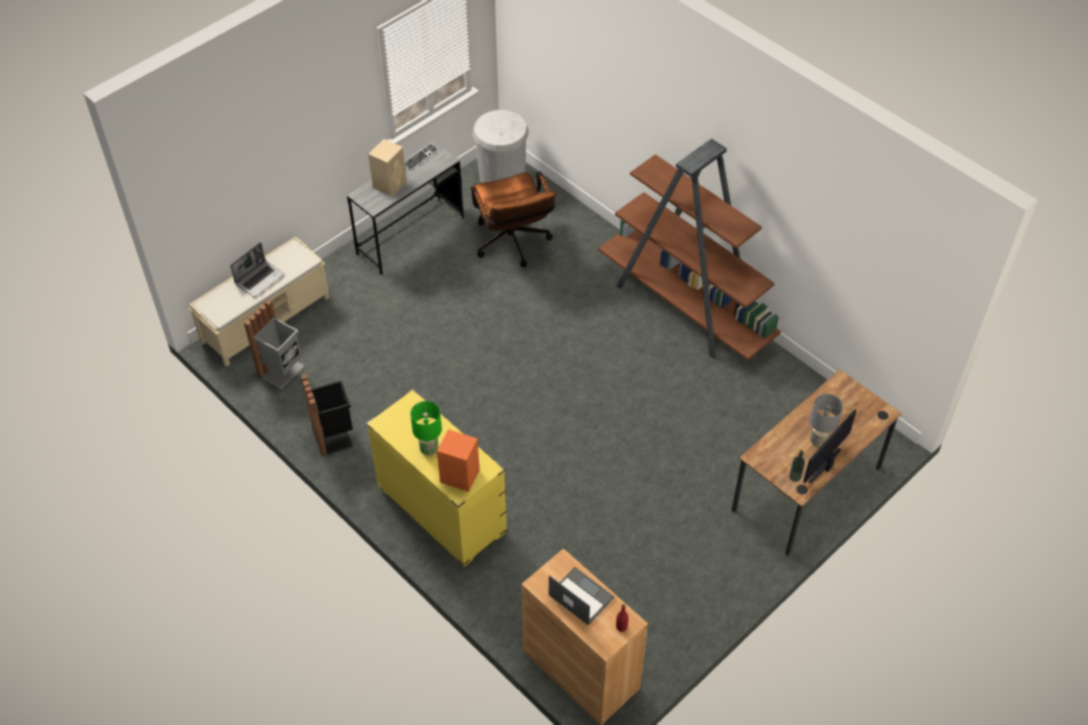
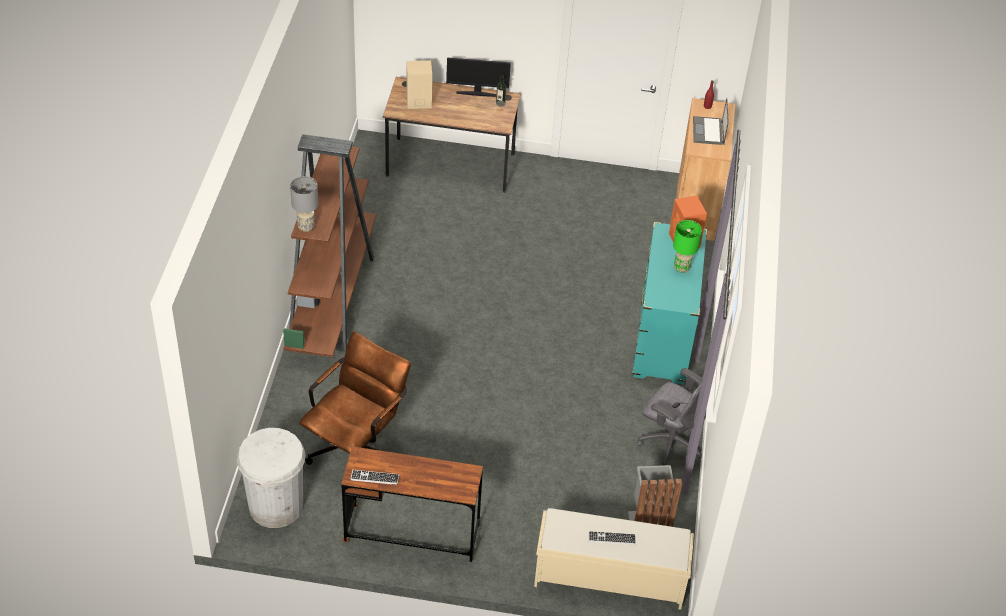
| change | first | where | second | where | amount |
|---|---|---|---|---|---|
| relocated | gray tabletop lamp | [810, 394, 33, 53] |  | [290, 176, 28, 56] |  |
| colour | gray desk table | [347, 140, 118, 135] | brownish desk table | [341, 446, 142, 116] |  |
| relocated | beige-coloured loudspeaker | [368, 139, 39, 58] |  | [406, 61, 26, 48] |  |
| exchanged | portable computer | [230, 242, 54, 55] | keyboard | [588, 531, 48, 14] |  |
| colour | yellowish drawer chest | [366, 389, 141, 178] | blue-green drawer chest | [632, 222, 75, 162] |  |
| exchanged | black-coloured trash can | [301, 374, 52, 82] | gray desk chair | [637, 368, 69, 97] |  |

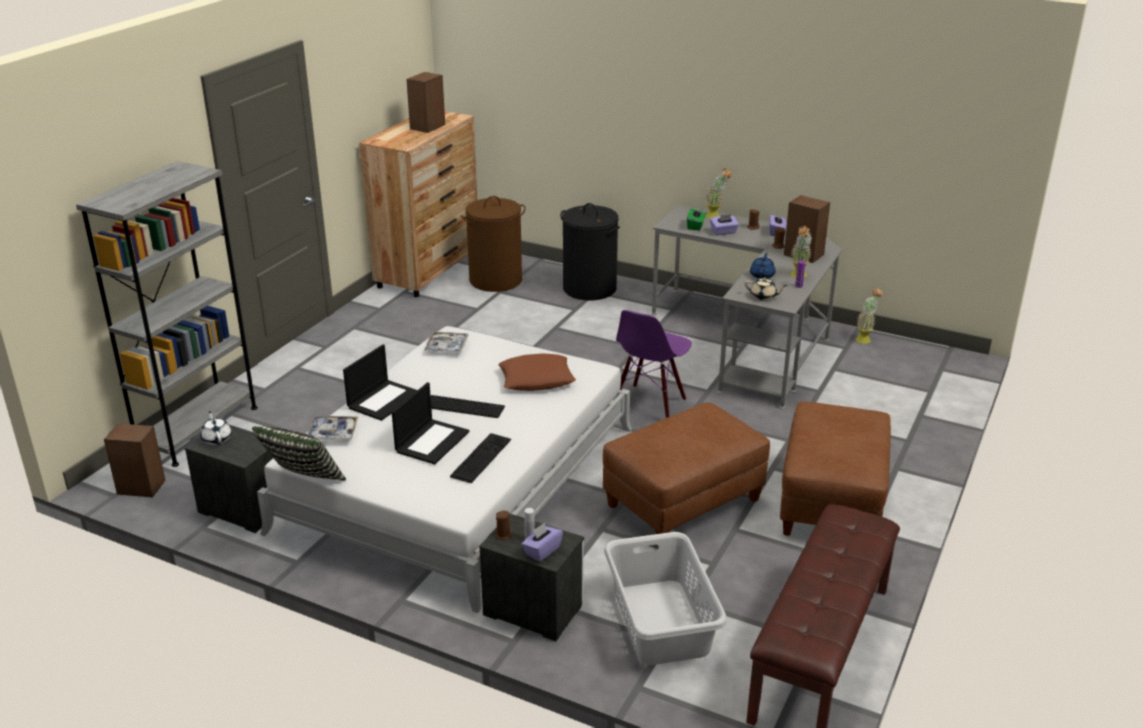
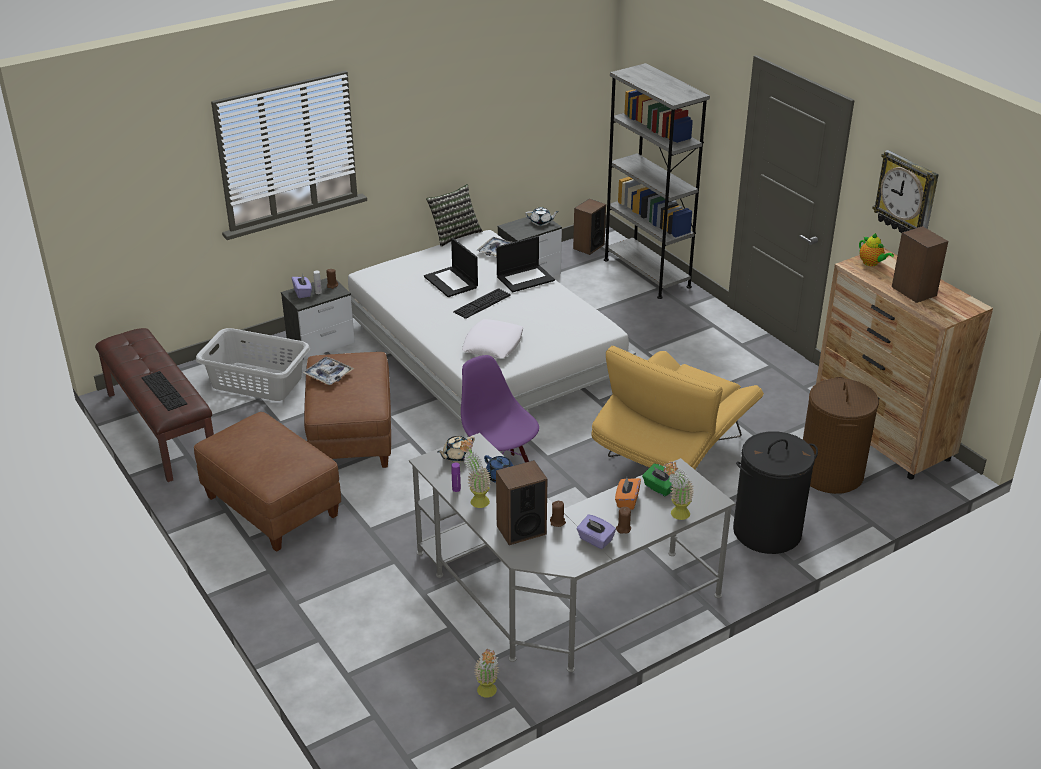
| change | first | where | second | where | amount |
|---|---|---|---|---|---|
| relocated | keyboard | [450, 433, 61, 50] |  | [141, 371, 46, 40] |  |
| relocated | carrying tray | [424, 331, 44, 22] |  | [302, 357, 52, 28] |  |
| colour | brownish cushion | [498, 353, 78, 38] | white cushion | [462, 319, 61, 39] |  |
| spun | portable computer | [343, 344, 74, 77] |  | [496, 236, 59, 56] | 90 degrees counterclockwise |
| appeared |  |  | yellowish lounge chair | [592, 346, 172, 123] |  |
| colour | purple-coloured box of tissues | [710, 215, 29, 20] | orange box of tissues | [615, 477, 26, 33] |  |
| appeared |  |  | pot for tea | [859, 233, 35, 33] |  |
| appeared |  |  | clock on the wall | [872, 150, 67, 83] |  |

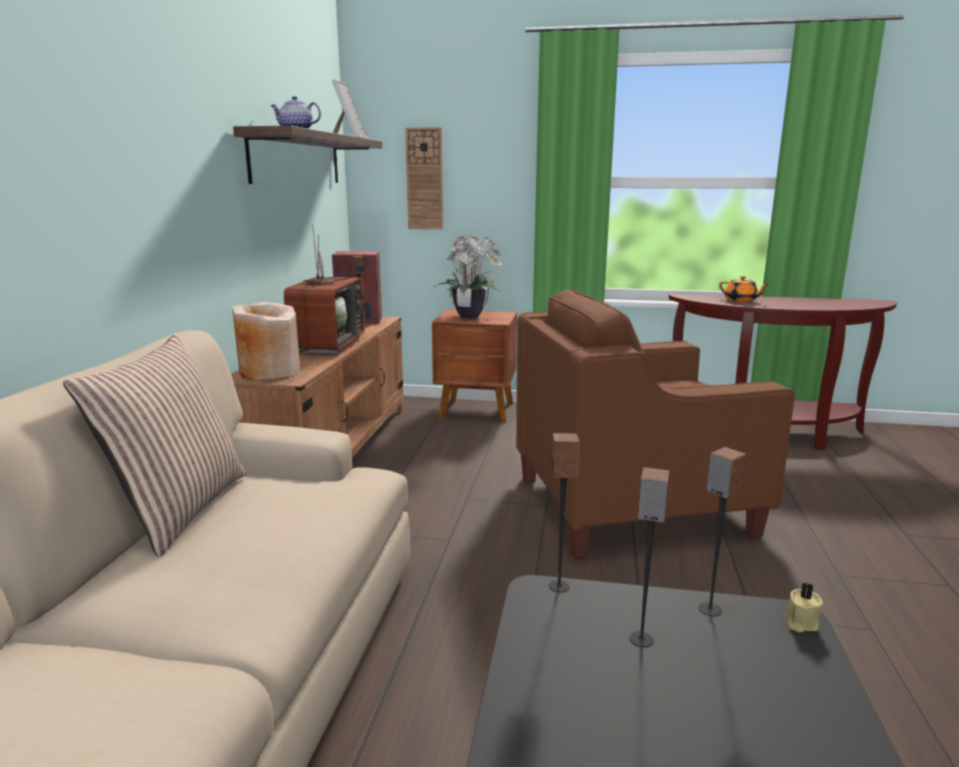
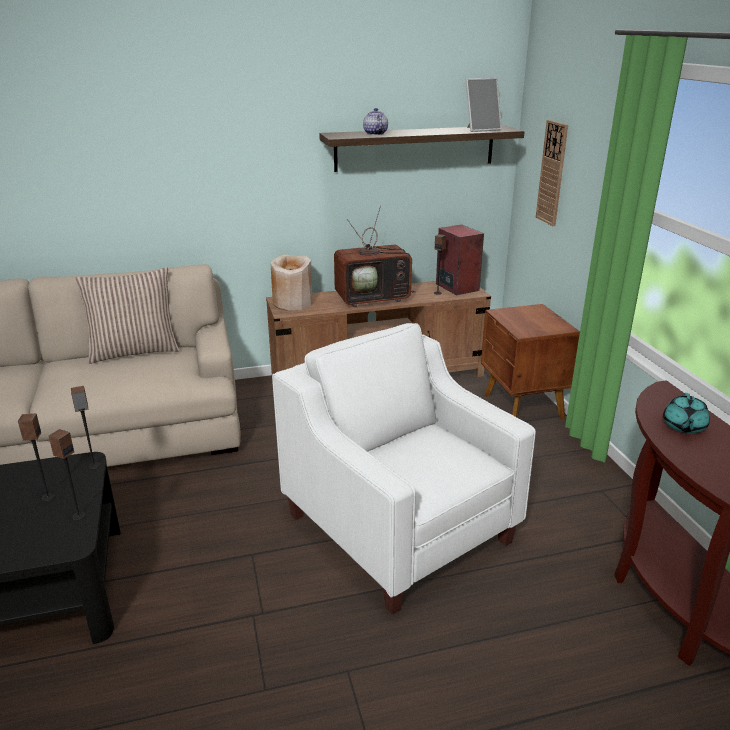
| change | first | where | second | where | amount |
|---|---|---|---|---|---|
| colour | brownish lounge chair | [516, 288, 279, 271] | white lounge chair | [272, 323, 264, 292] |  |
| colour | orange pot for tea | [719, 276, 51, 26] | blue-green pot for tea | [663, 393, 47, 41] |  |
| missing | plant in a pot | [431, 233, 71, 86] |  |  |  |
| missing | beige-coloured wax candle | [785, 583, 38, 50] |  |  |  |

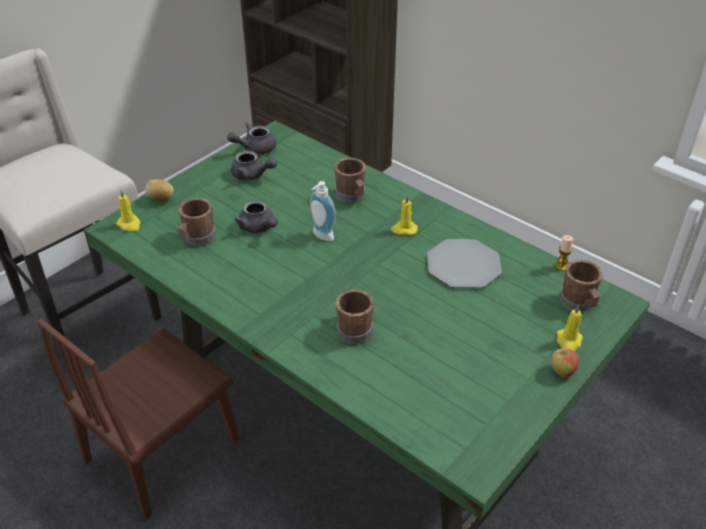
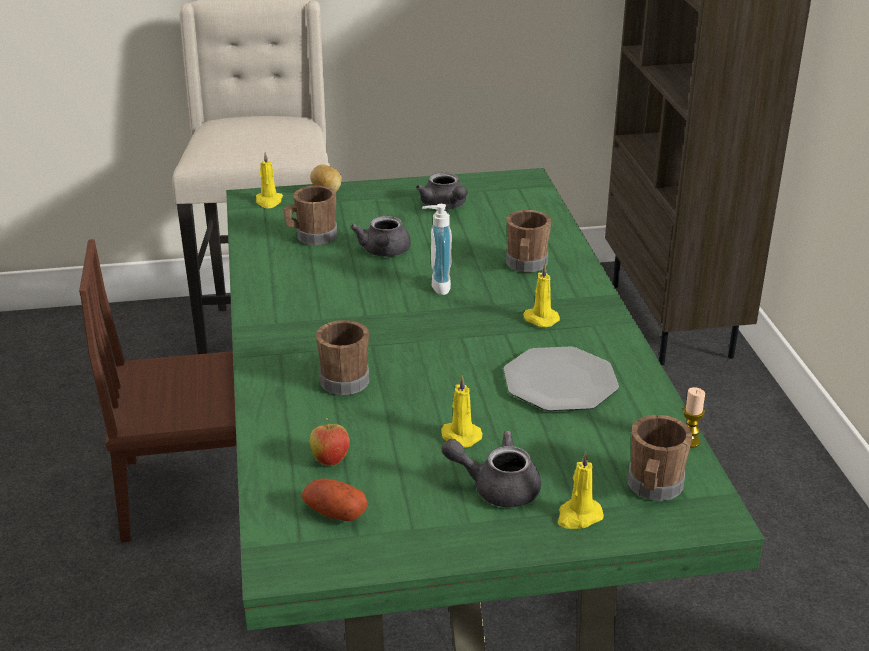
| change | first | where | second | where | amount |
|---|---|---|---|---|---|
| appeared |  |  | potato | [302, 479, 66, 42] |  |
| relocated | whole apple | [551, 348, 28, 29] |  | [309, 418, 41, 47] |  |
| appeared |  |  | yellowish wax candle | [441, 376, 41, 72] |  |
| relocated | gray pot for tea | [227, 122, 49, 32] |  | [442, 431, 99, 76] |  |

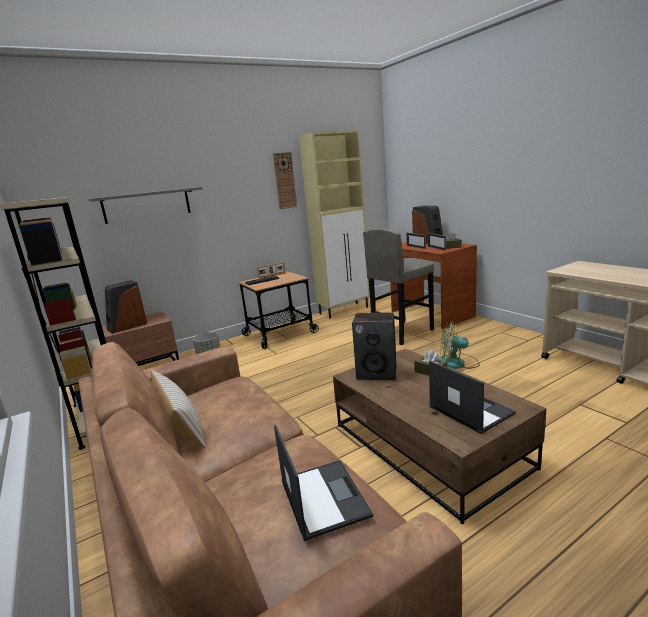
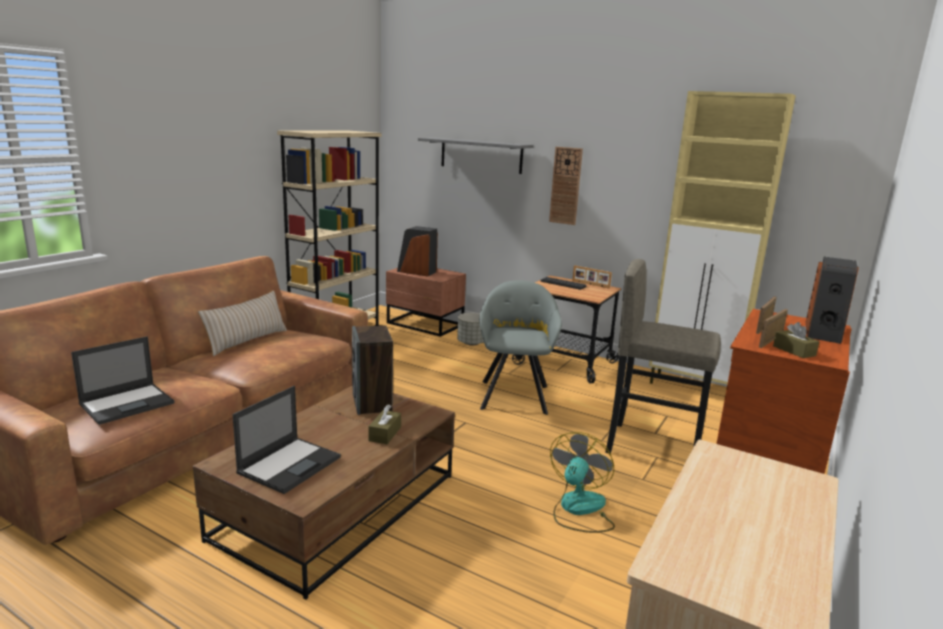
| change | first | where | second | where | amount |
|---|---|---|---|---|---|
| appeared |  |  | gray lounge chair | [479, 280, 83, 135] |  |
| relocated | clock on the wall | [273, 152, 25, 57] |  | [549, 147, 34, 78] |  |
| spun | cooling fan | [438, 321, 42, 48] |  | [550, 432, 65, 101] | 45 degrees clockwise |

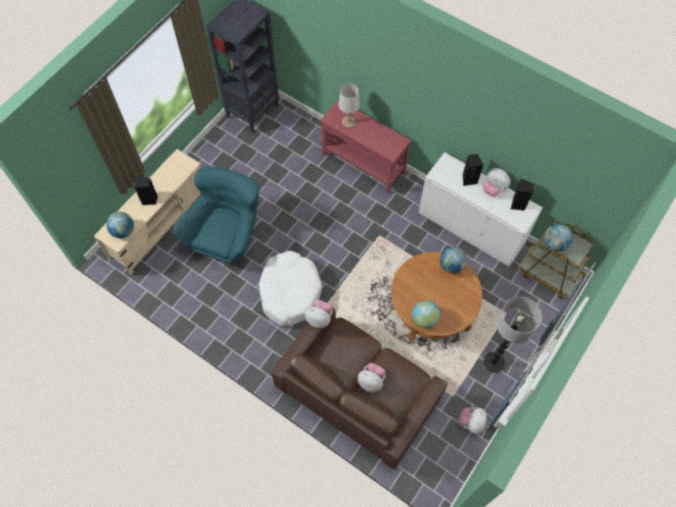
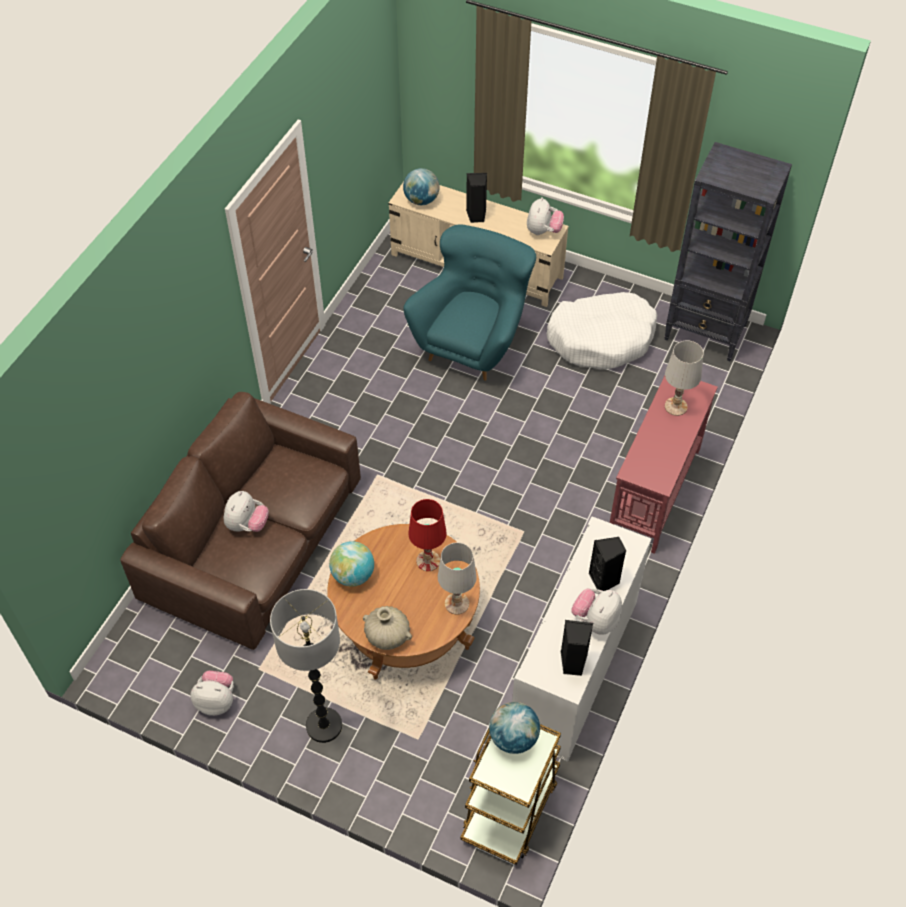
| change | first | where | second | where | amount |
|---|---|---|---|---|---|
| appeared |  |  | beige-coloured flower vase | [363, 606, 49, 44] |  |
| spun | blue-green lounge chair | [173, 166, 87, 100] |  | [403, 224, 133, 157] | 75 degrees counterclockwise |
| appeared |  |  | red tabletop lamp | [408, 499, 39, 72] |  |
| exchanged | globe | [440, 247, 27, 27] | white tabletop lamp | [438, 542, 39, 73] |  |
| relocated | plush toy | [305, 300, 28, 28] |  | [527, 197, 37, 38] |  |
| relocated | white pet bed | [259, 250, 63, 76] |  | [546, 292, 111, 78] |  |

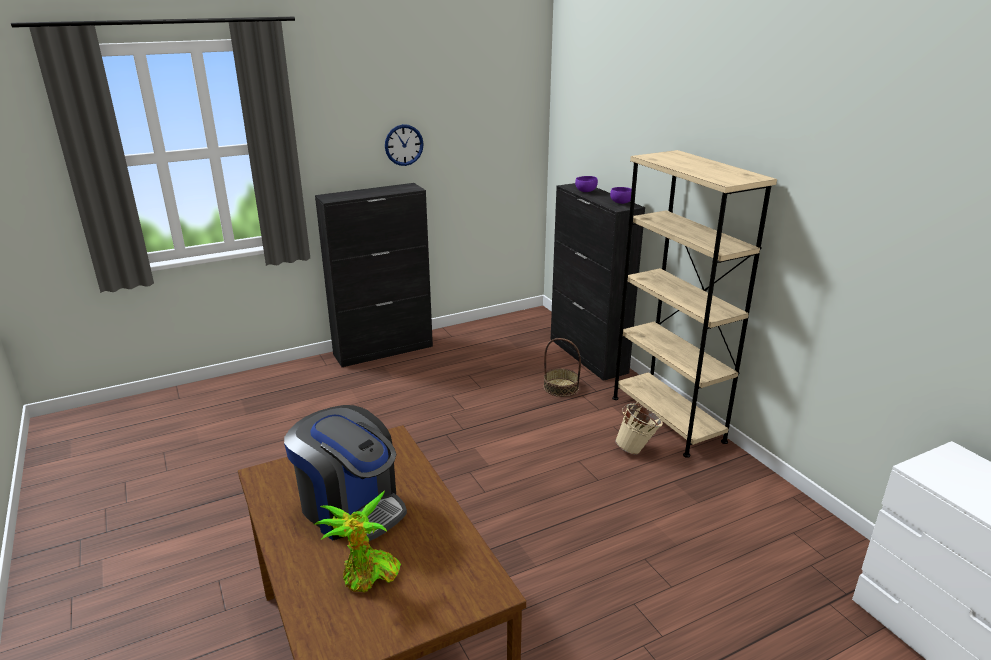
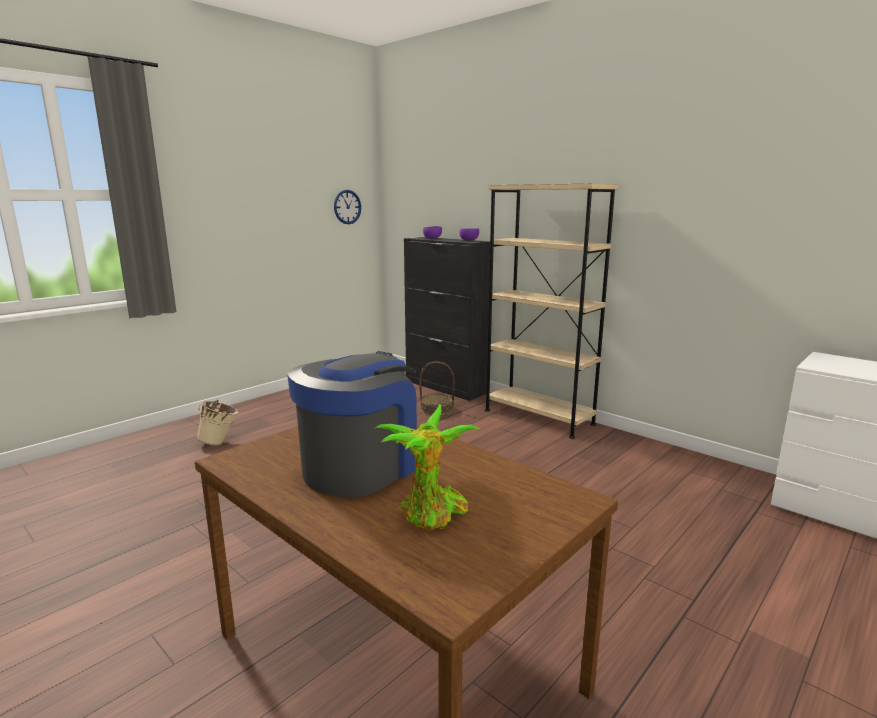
| change | first | where | second | where | amount |
|---|---|---|---|---|---|
| relocated | beige-coloured pail | [615, 402, 48, 53] |  | [197, 400, 42, 45] |  |
| spun | coffee machine | [284, 405, 123, 136] |  | [287, 351, 130, 146] | 75 degrees counterclockwise |
| relocated | clock on the wall | [385, 124, 39, 42] |  | [334, 190, 27, 34] |  |
| missing | black-coloured storage cabinet | [315, 183, 118, 184] |  |  |  |

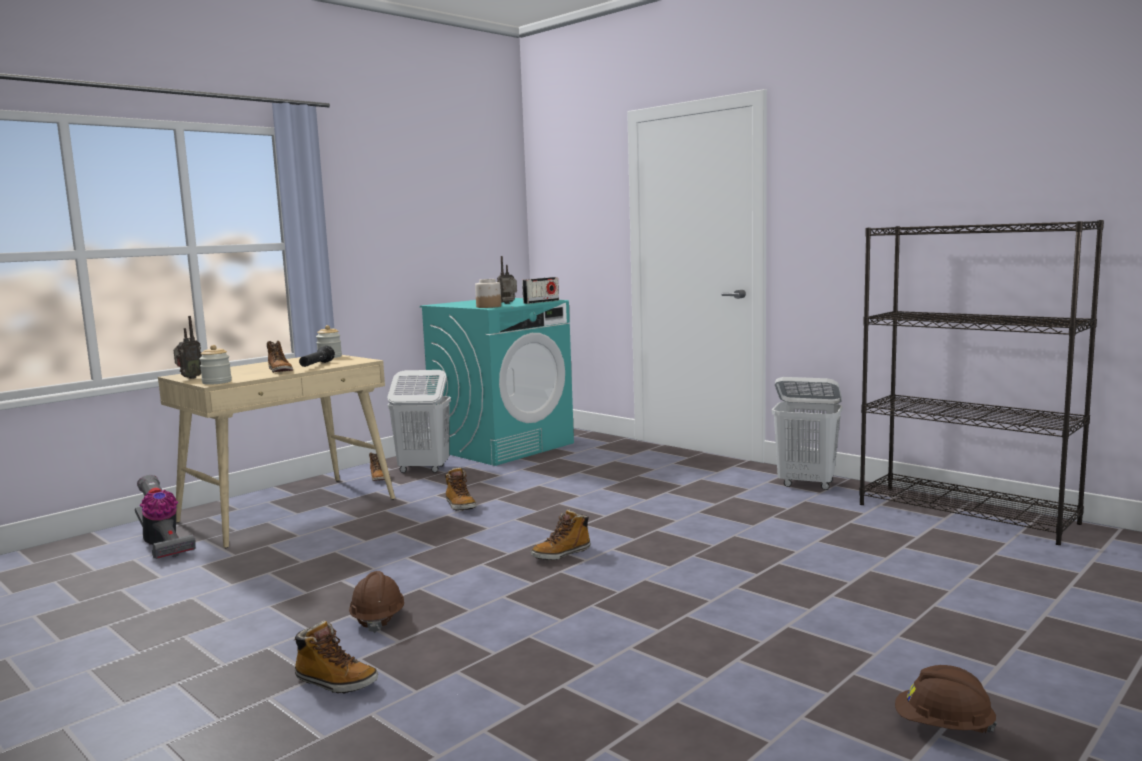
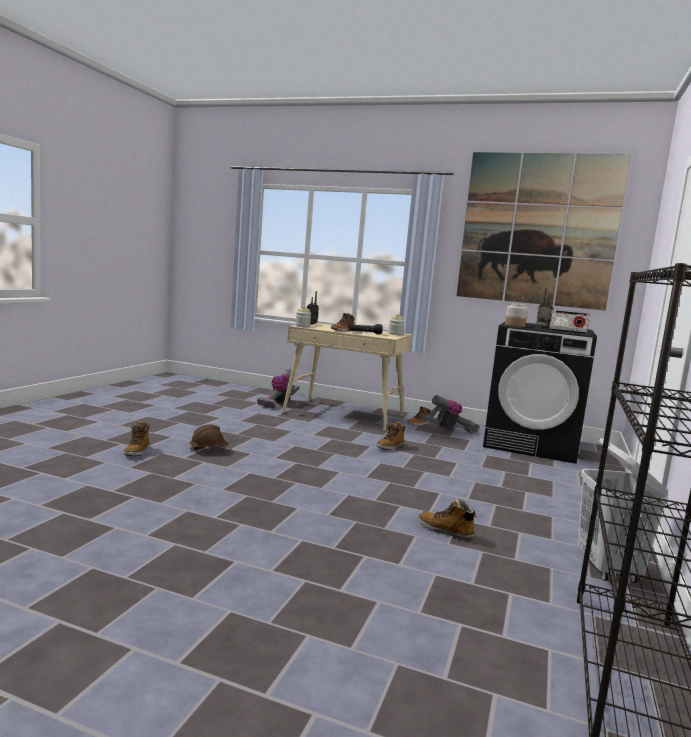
| change | first | where | second | where | amount |
|---|---|---|---|---|---|
| relocated | high-top boot | [531, 509, 60, 51] |  | [418, 498, 59, 42] |  |
| exchanged | white washing basket | [387, 370, 64, 103] | vacuum cleaner | [420, 395, 60, 38] |  |
| appeared |  |  | wall art | [456, 152, 175, 159] |  |
| colour | blue-green washing machine | [420, 298, 154, 168] | black-coloured washing machine | [483, 322, 114, 142] |  |
| missing | brownish safety helmet | [895, 665, 102, 68] |  |  |  |

